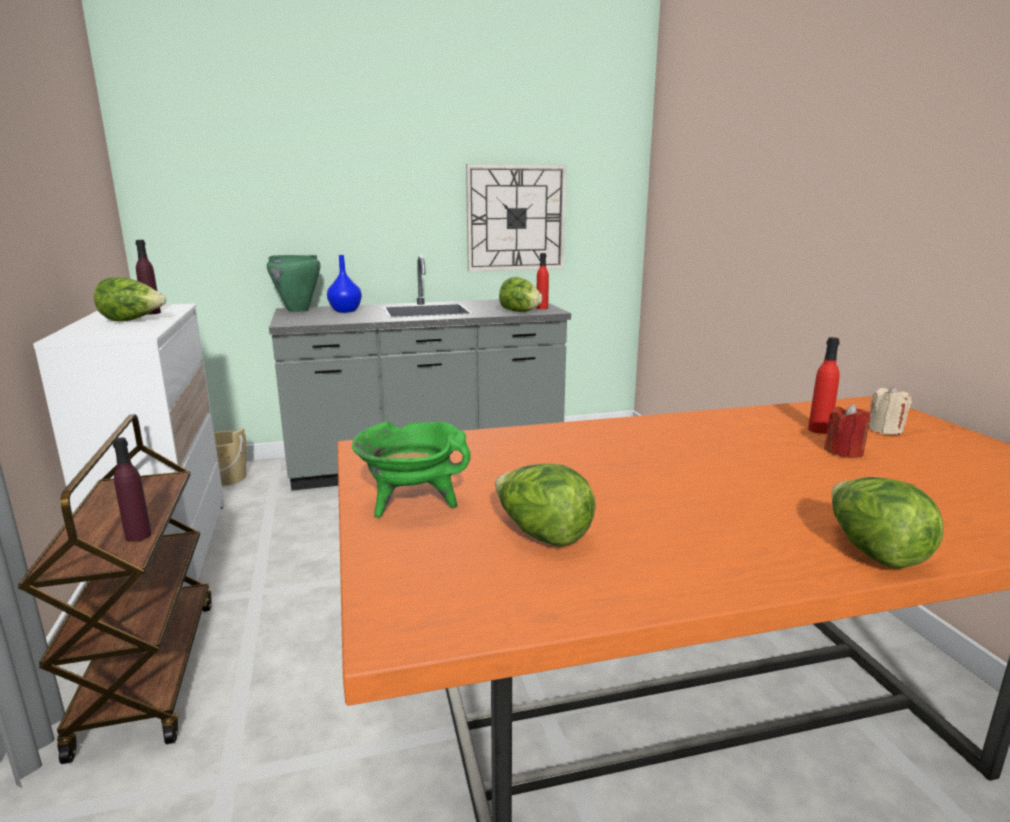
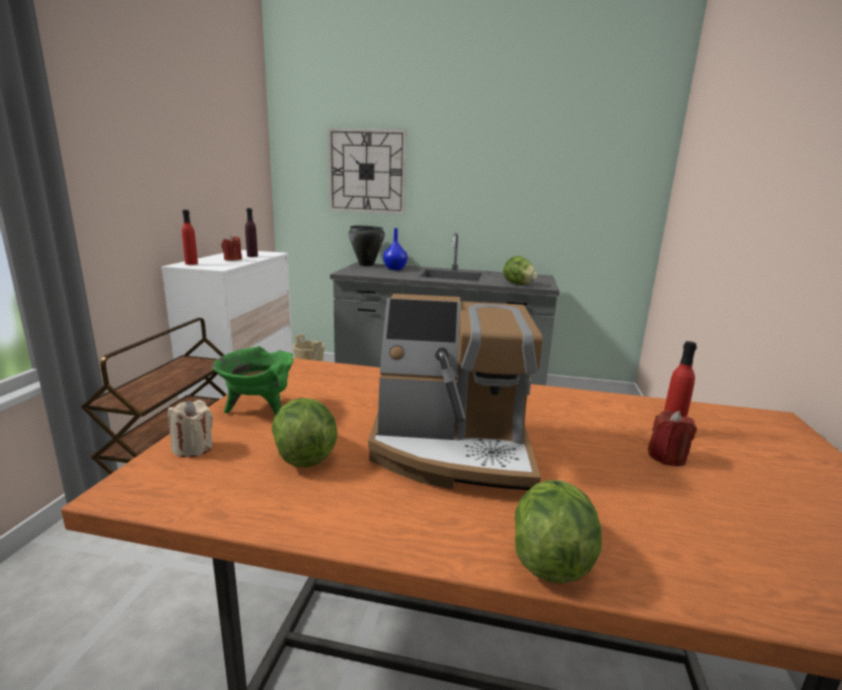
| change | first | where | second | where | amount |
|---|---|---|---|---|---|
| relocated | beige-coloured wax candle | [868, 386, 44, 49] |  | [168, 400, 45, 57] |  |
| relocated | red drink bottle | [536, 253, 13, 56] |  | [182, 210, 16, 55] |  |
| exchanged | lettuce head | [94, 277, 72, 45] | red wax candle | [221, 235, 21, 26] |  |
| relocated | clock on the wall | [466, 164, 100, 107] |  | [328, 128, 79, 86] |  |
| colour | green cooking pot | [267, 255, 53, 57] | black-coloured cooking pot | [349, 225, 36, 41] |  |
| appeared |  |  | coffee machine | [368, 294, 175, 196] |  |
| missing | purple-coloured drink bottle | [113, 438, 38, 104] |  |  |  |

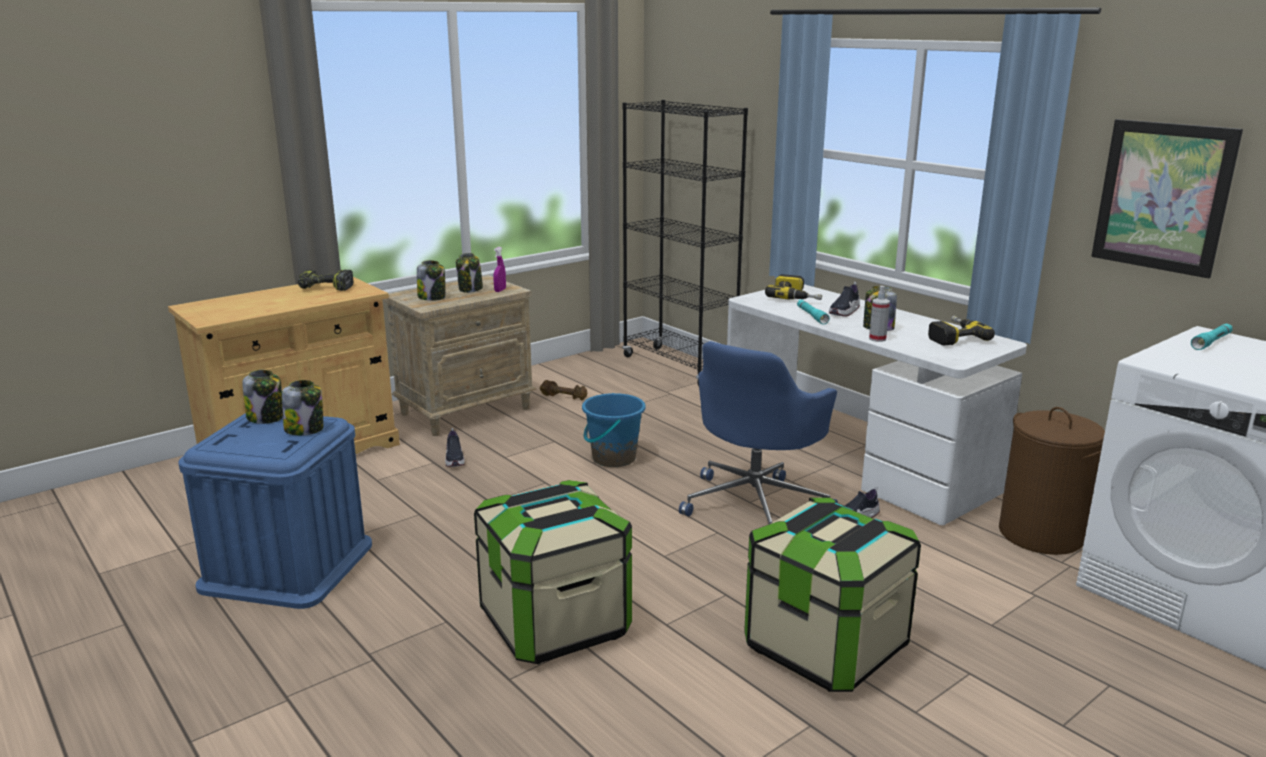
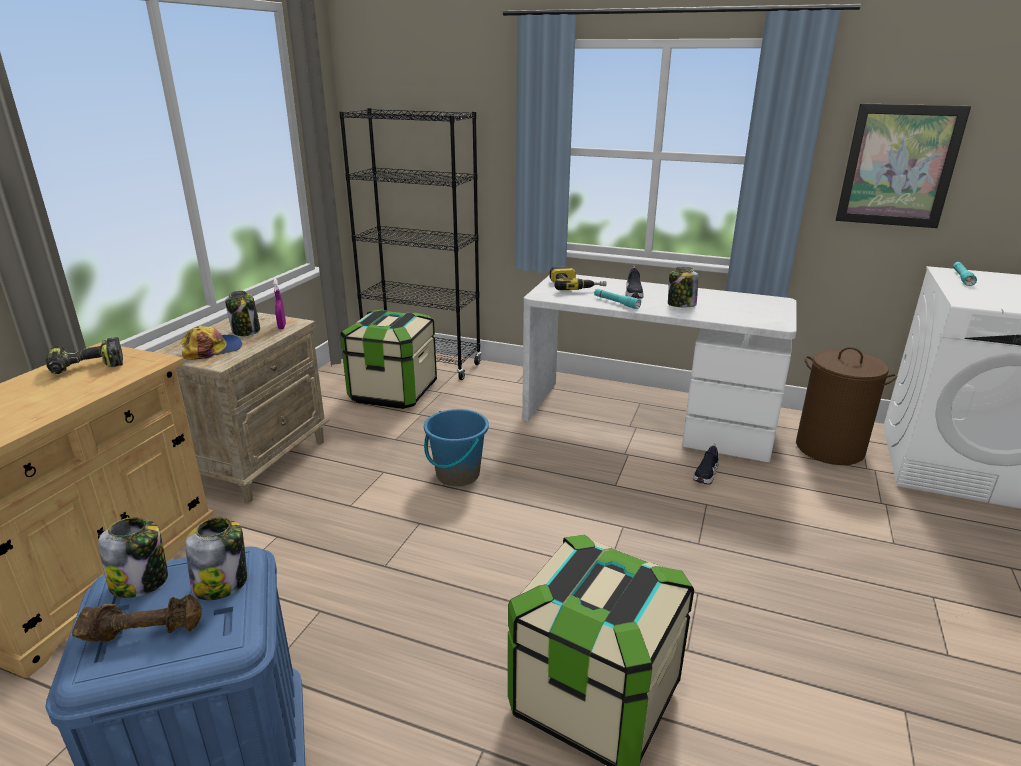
| change | first | where | second | where | amount |
|---|---|---|---|---|---|
| relocated | brownish free weight | [540, 380, 47, 21] |  | [72, 594, 130, 48] |  |
| exchanged | preserve jar | [417, 260, 28, 41] | peaked cap | [180, 326, 62, 34] |  |
| relocated | storage bin | [744, 497, 177, 195] |  | [340, 309, 97, 100] |  |
| missing | item of footwear | [445, 428, 20, 39] |  |  |  |
| missing | blue desk chair | [679, 341, 159, 183] |  |  |  |
| missing | hand sprayer | [869, 286, 21, 56] |  |  |  |
| missing | power drill | [928, 315, 67, 30] |  |  |  |

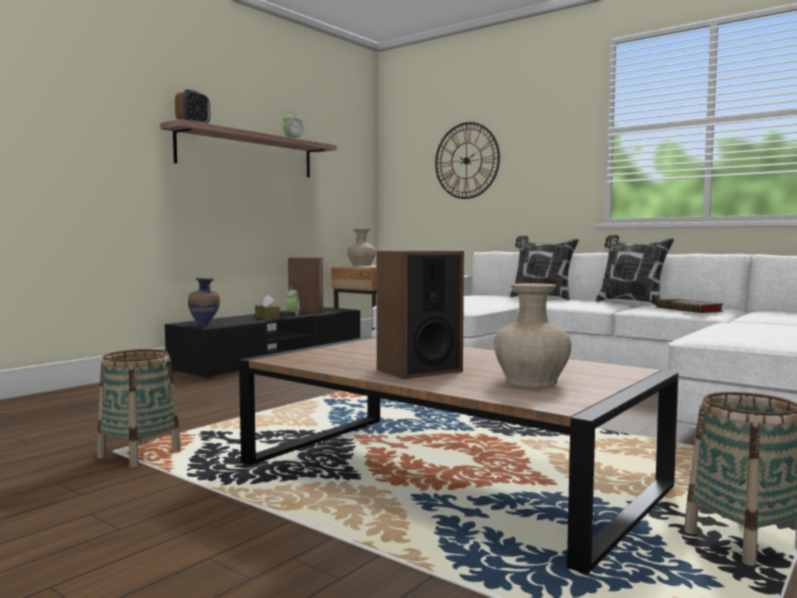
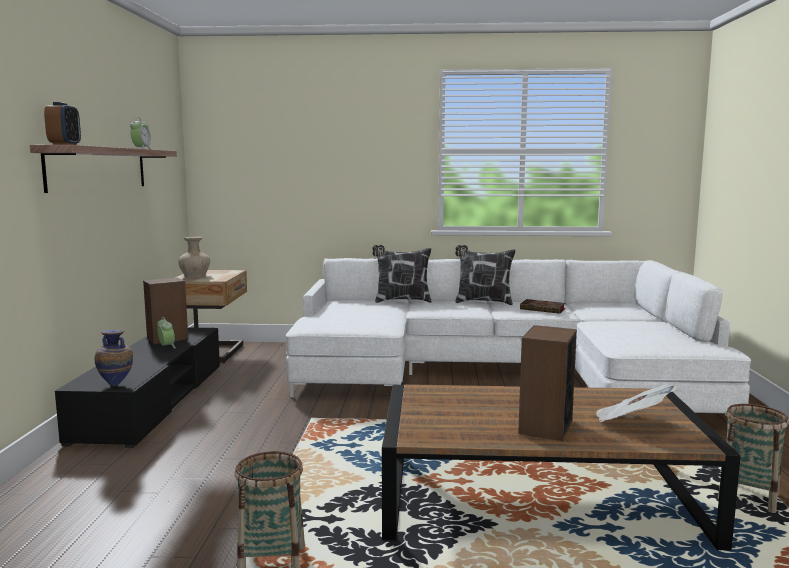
| change | first | where | second | where | amount |
|---|---|---|---|---|---|
| exchanged | beige-coloured flower vase | [494, 283, 77, 104] | newspaper | [596, 384, 81, 38] |  |
| missing | brownish box of tissues | [255, 295, 25, 24] |  |  |  |
| missing | clock on the wall | [435, 122, 65, 77] |  |  |  |

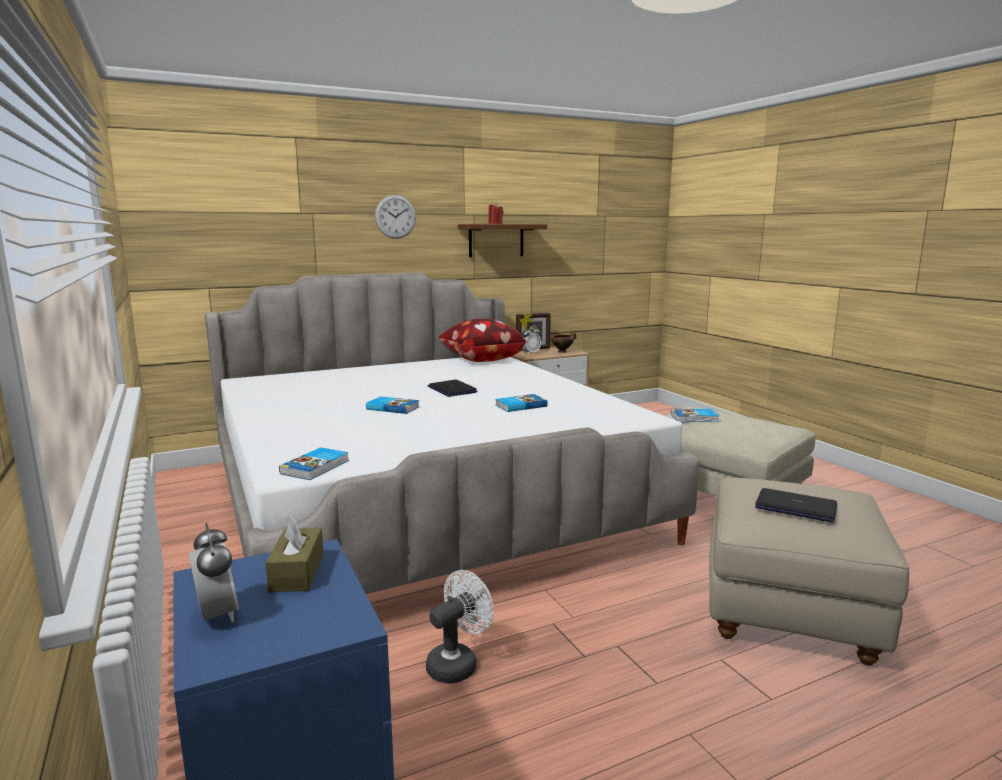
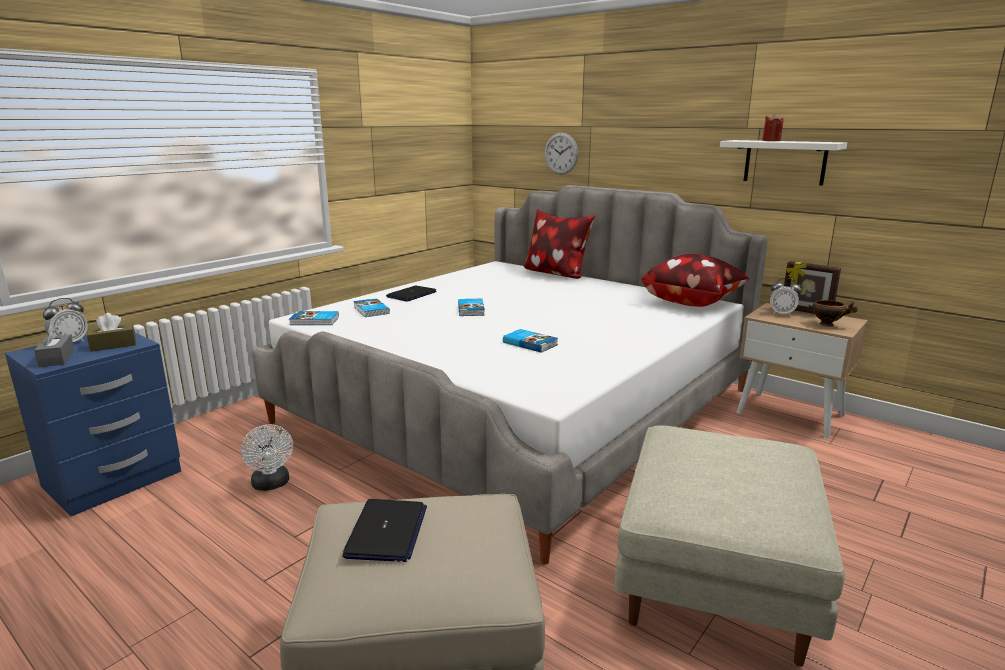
| change | first | where | second | where | amount |
|---|---|---|---|---|---|
| appeared |  |  | gray box of tissues | [34, 325, 41, 42] |  |
| spun | white cooling fan | [426, 570, 68, 114] |  | [240, 424, 53, 67] | 45 degrees clockwise |
| relocated | volume | [671, 409, 49, 13] |  | [353, 298, 37, 19] |  |
| relocated | portable computer | [428, 380, 49, 17] |  | [386, 286, 51, 16] |  |
| appeared |  |  | cushion | [523, 209, 72, 70] |  |
| relocated | clock on the wall | [375, 195, 41, 44] |  | [544, 133, 34, 42] |  |
| colour | brownish bracket shelf | [458, 224, 89, 33] | white bracket shelf | [720, 140, 127, 46] |  |

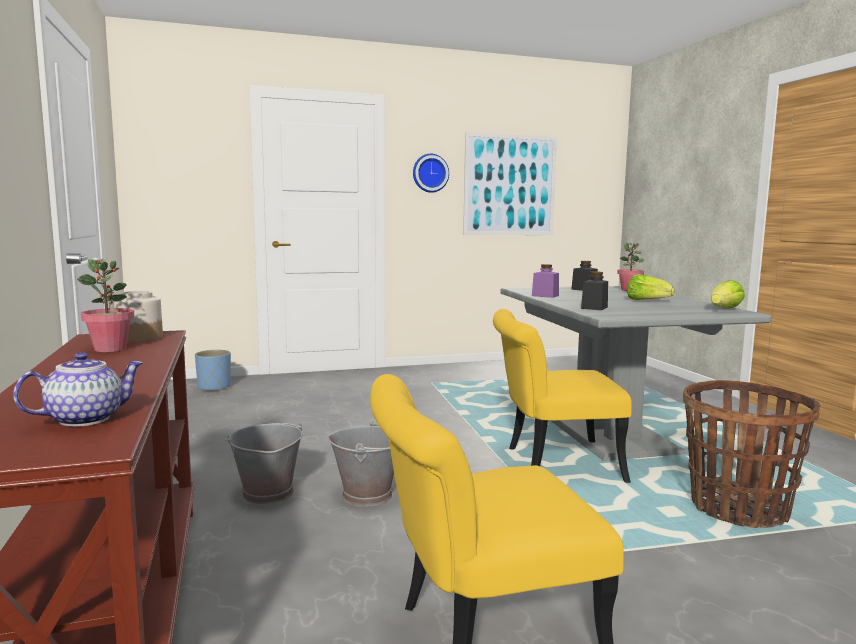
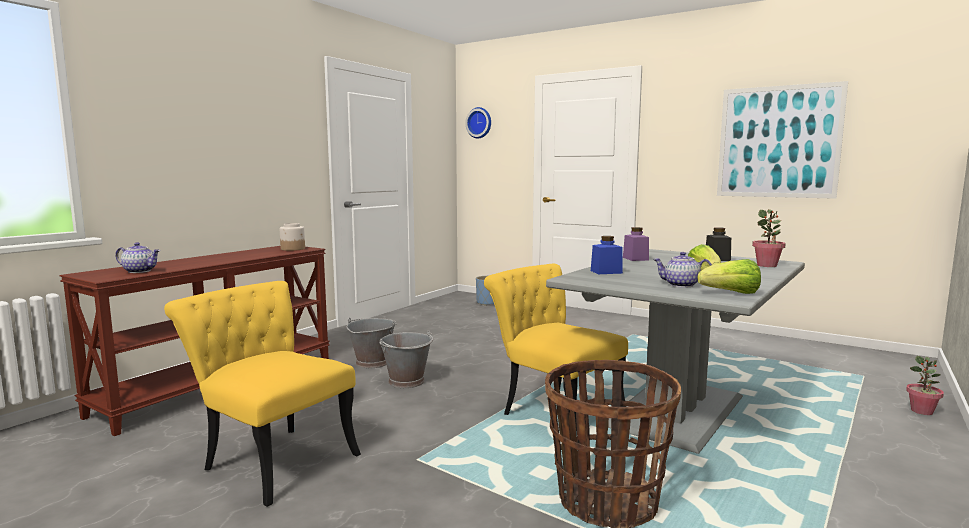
| change | first | where | second | where | amount |
|---|---|---|---|---|---|
| relocated | clock on the wall | [413, 154, 36, 39] |  | [465, 107, 26, 31] |  |
| colour | black-coloured preserve jar | [581, 271, 27, 39] | blue preserve jar | [591, 236, 32, 38] |  |
| appeared |  |  | pot for tea | [653, 252, 59, 36] |  |
| relocated | plant in a pot | [77, 258, 57, 94] |  | [906, 356, 38, 59] |  |

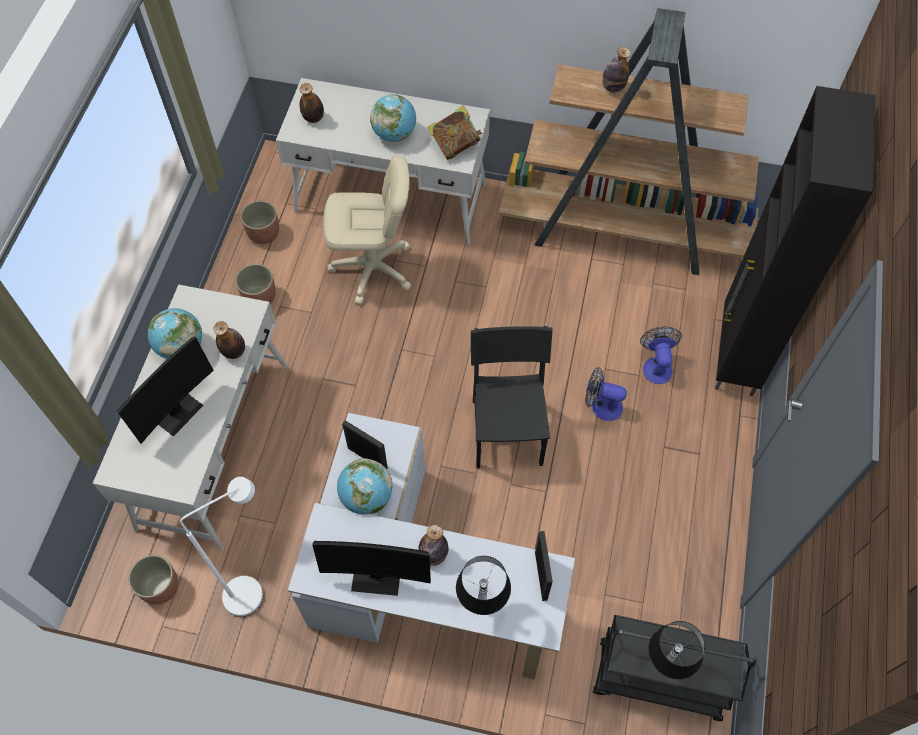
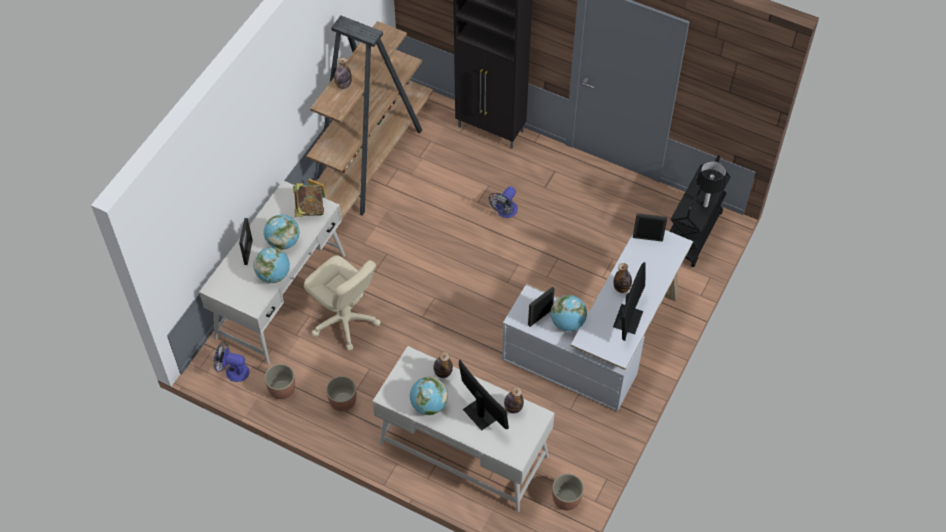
| change | first | where | second | where | amount |
|---|---|---|---|---|---|
| relocated | cooling fan | [640, 326, 42, 58] |  | [214, 342, 35, 40] |  |
| appeared |  |  | photo frame | [239, 218, 14, 47] |  |
| appeared |  |  | globe | [253, 247, 37, 36] |  |
| spun | beige-coloured desk chair | [323, 156, 88, 149] |  | [304, 255, 77, 96] | 120 degrees clockwise |
| relocated | drink bottle | [299, 83, 25, 40] |  | [504, 387, 20, 27] |  |
| missing | white standard lamp | [180, 477, 83, 140] |  |  |  |
| missing | tabletop lamp | [456, 556, 55, 59] |  |  |  |
| missing | black-coloured chair | [471, 326, 81, 142] |  |  |  |

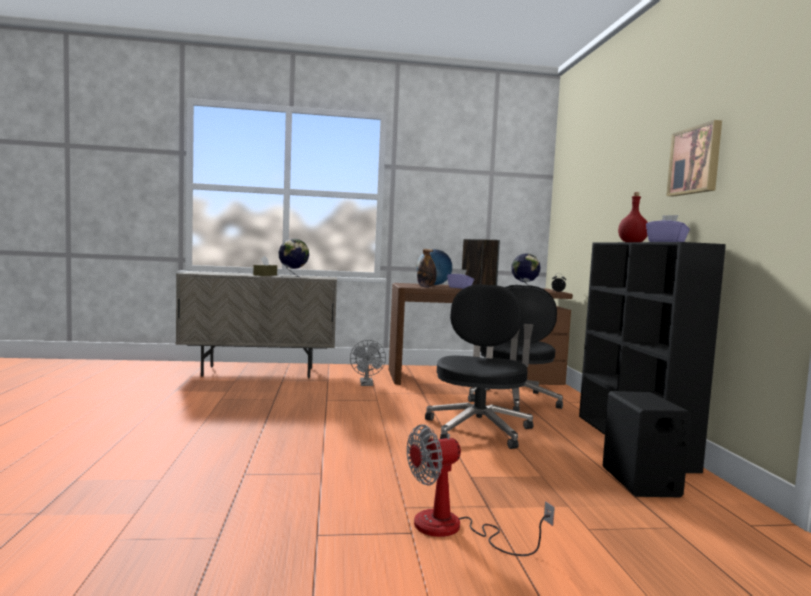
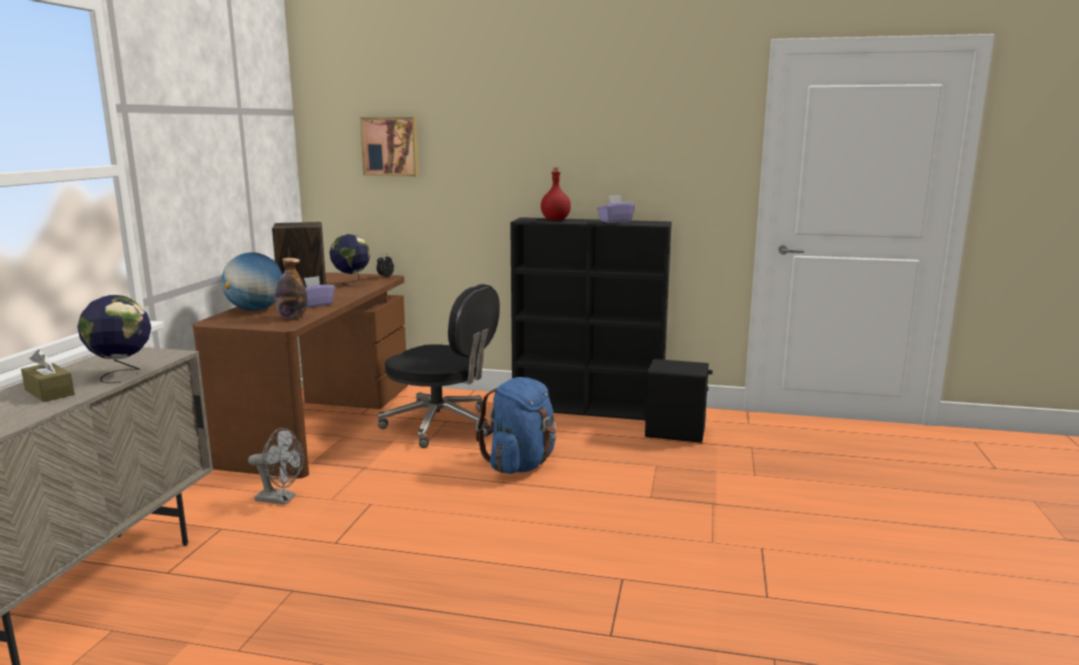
| change | first | where | second | where | amount |
|---|---|---|---|---|---|
| relocated | wall art | [666, 120, 56, 77] |  | [360, 117, 59, 59] |  |
| exchanged | black-coloured desk chair | [425, 284, 108, 165] | blue rucksack | [476, 377, 80, 97] |  |
| missing | cooling fan | [407, 424, 148, 132] |  |  |  |

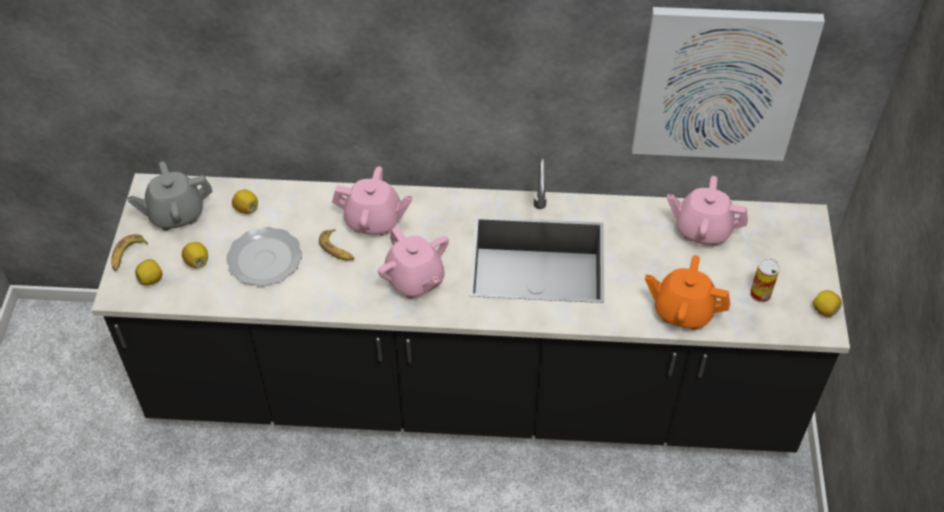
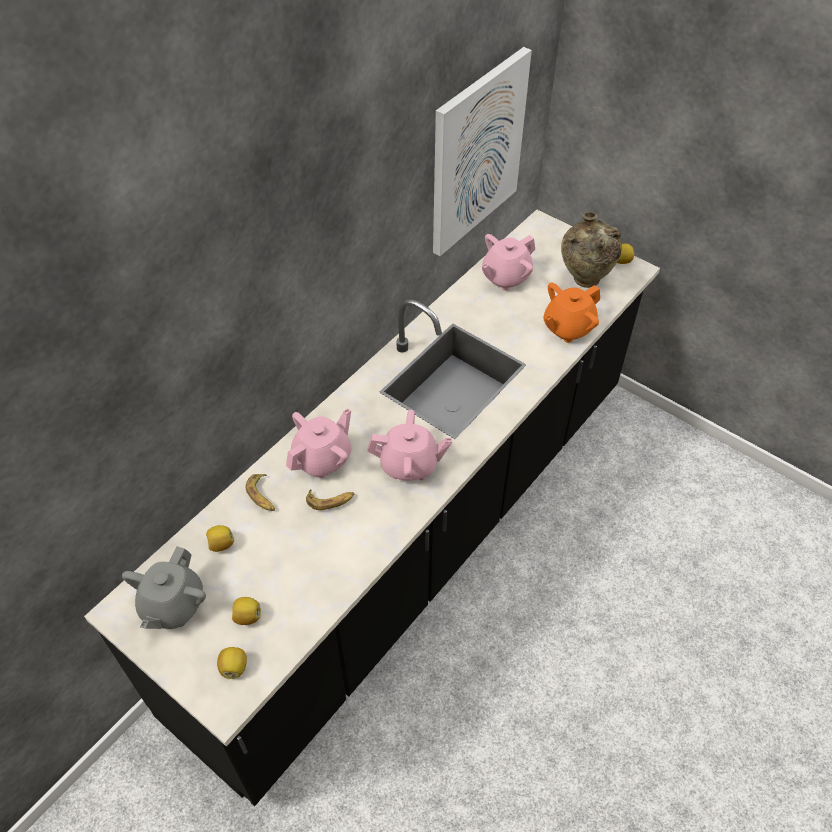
| change | first | where | second | where | amount |
|---|---|---|---|---|---|
| relocated | banana | [111, 234, 37, 37] |  | [246, 474, 29, 37] |  |
| exchanged | metal can | [750, 258, 30, 45] | beige-coloured flower vase | [561, 212, 61, 76] |  |
| missing | plate | [226, 227, 76, 59] |  |  |  |

